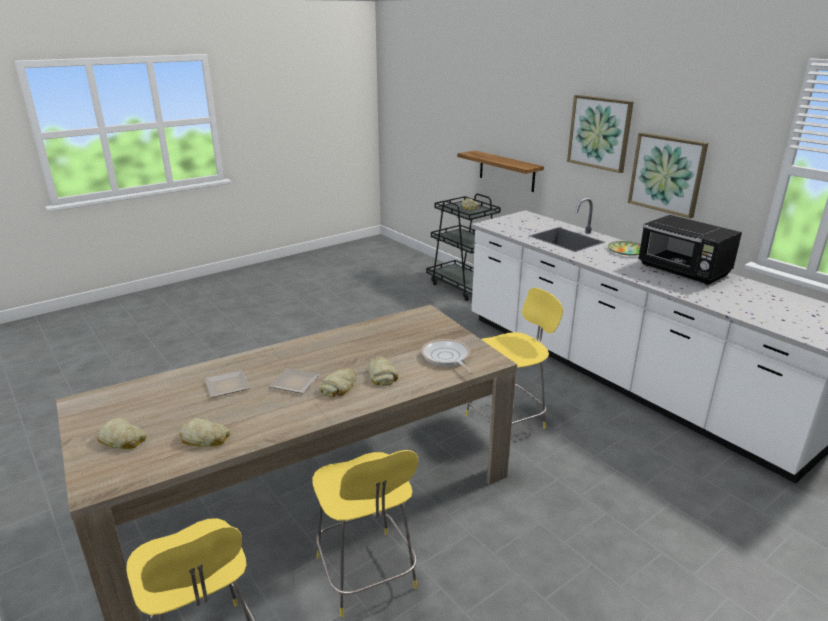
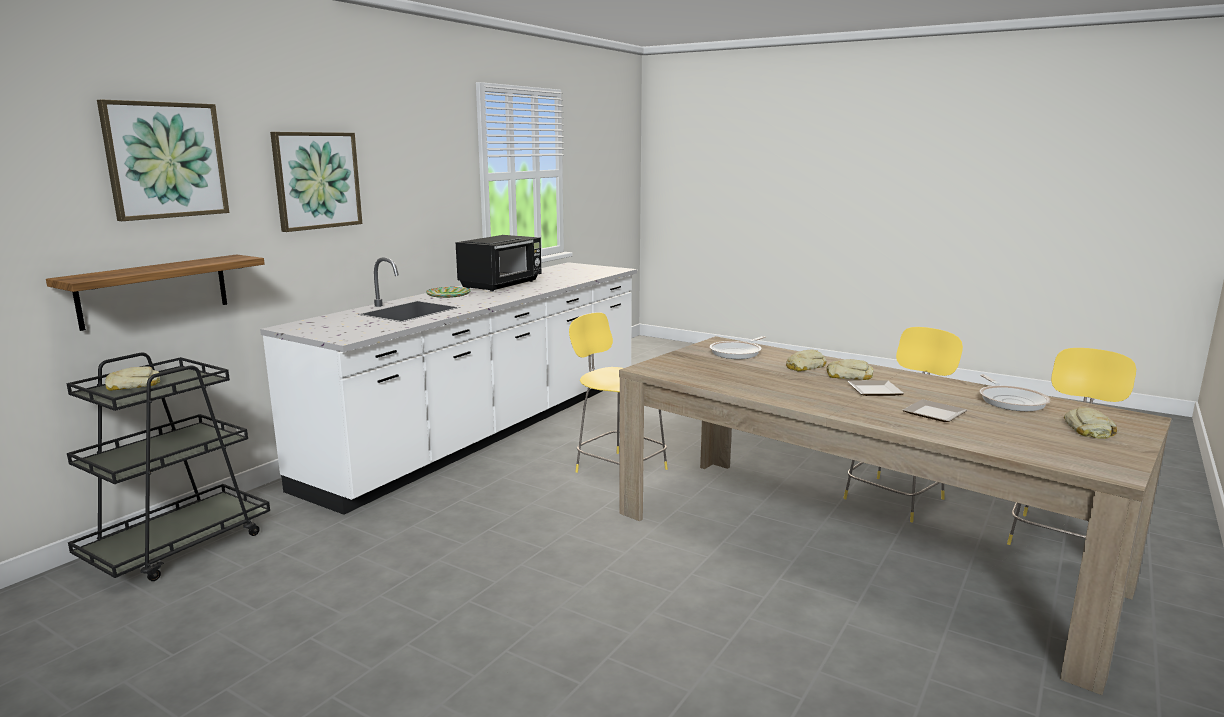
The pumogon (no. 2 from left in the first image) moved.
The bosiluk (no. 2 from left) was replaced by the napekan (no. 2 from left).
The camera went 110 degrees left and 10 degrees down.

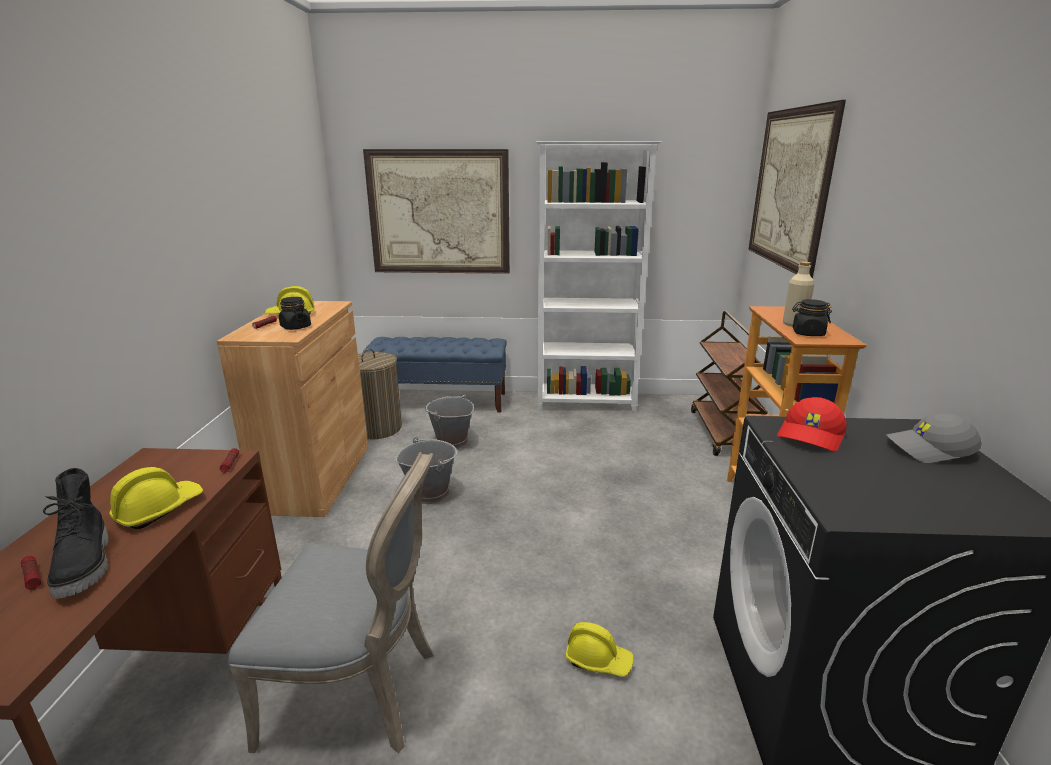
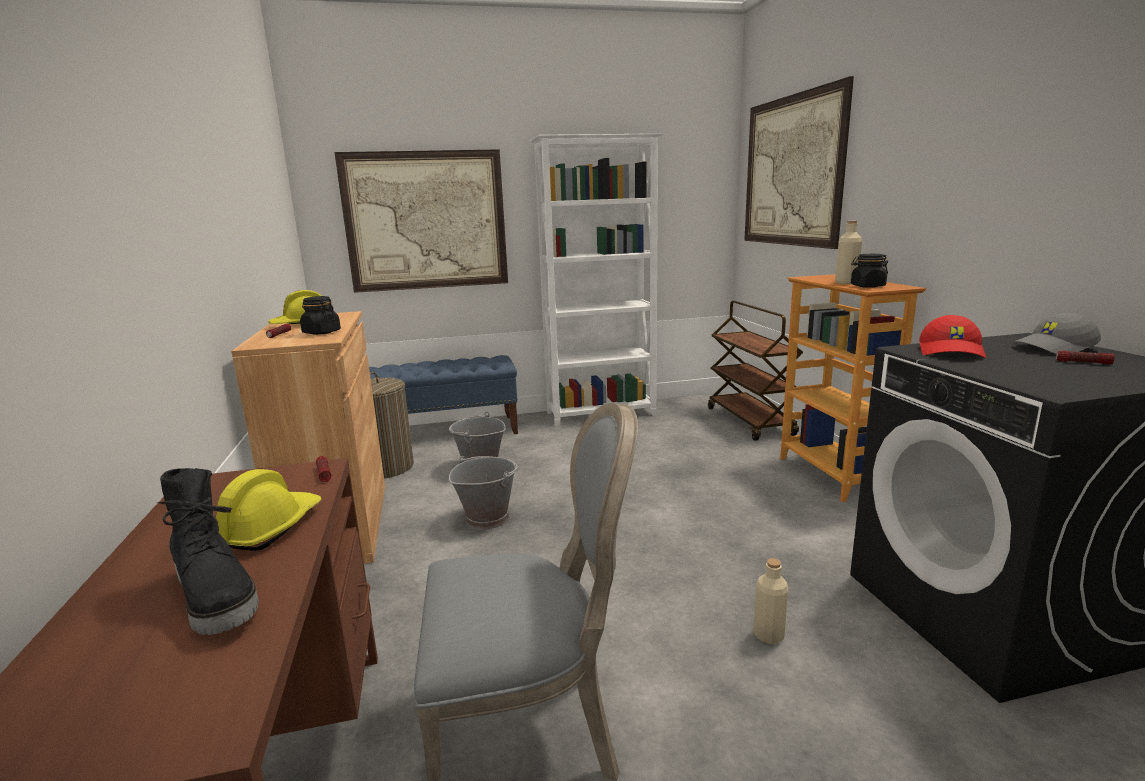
The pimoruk (no. 1 from left in the first image) moved.
The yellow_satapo (no. 3 from left) was replaced by the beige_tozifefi (no. 1 from left).
The camera went 15 degrees left and 5 degrees down.

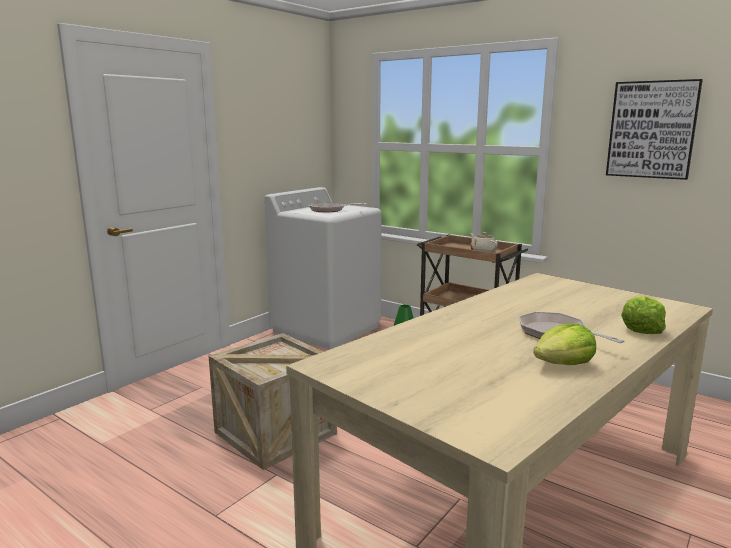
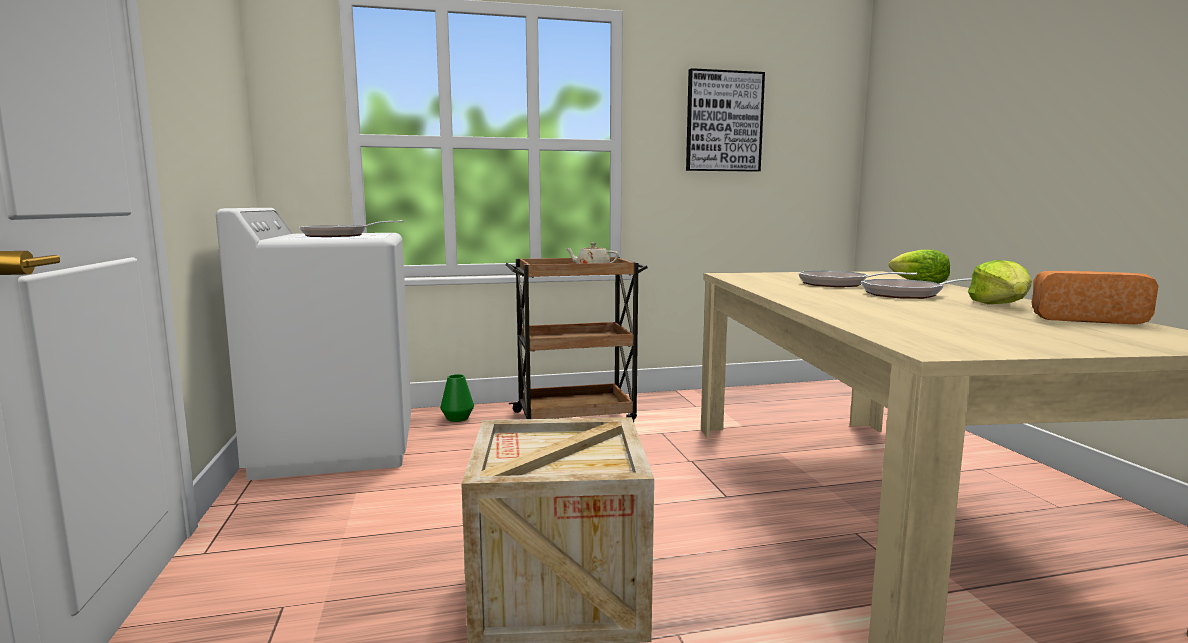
The napekan (no. 2 from left) appeared.
The bosiluk appeared.
The camera went 50 degrees left and 5 degrees down.

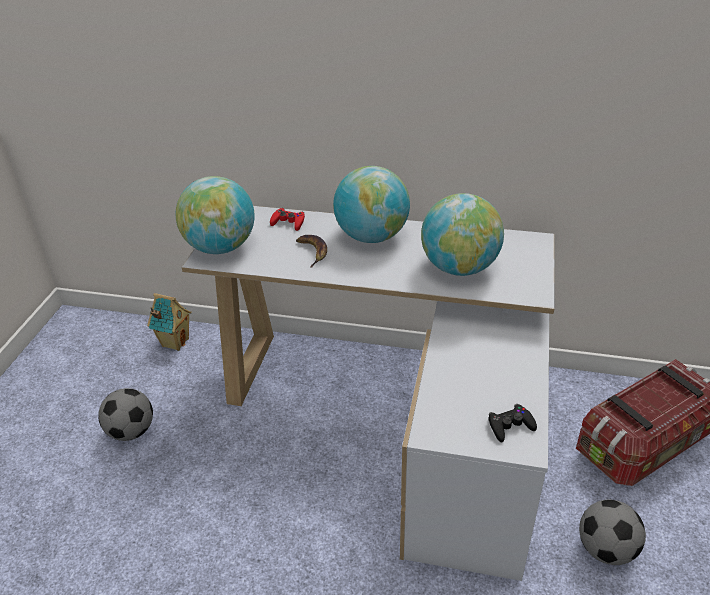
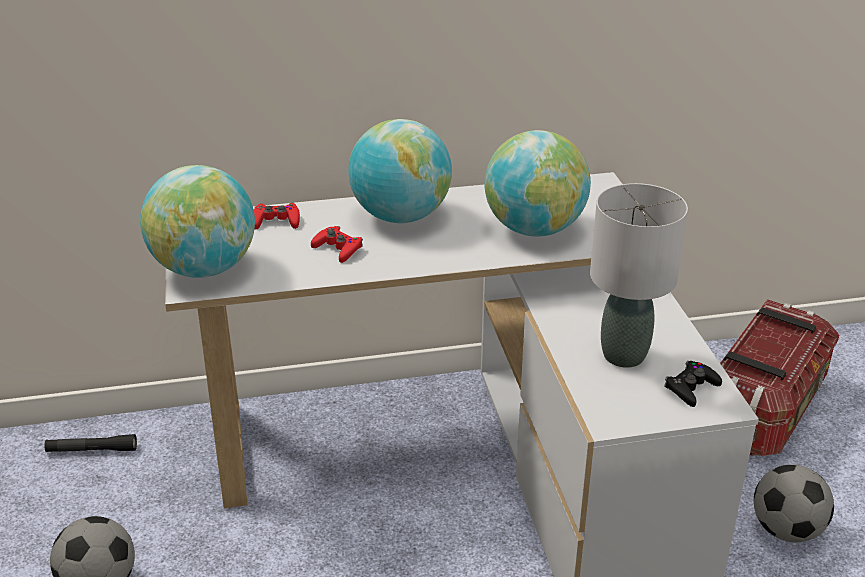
The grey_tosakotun appeared.
The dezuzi was replaced by the black_pimoruk.
The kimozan was replaced by the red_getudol (no. 2 from left).
The camera went 25 degrees left and 5 degrees down.

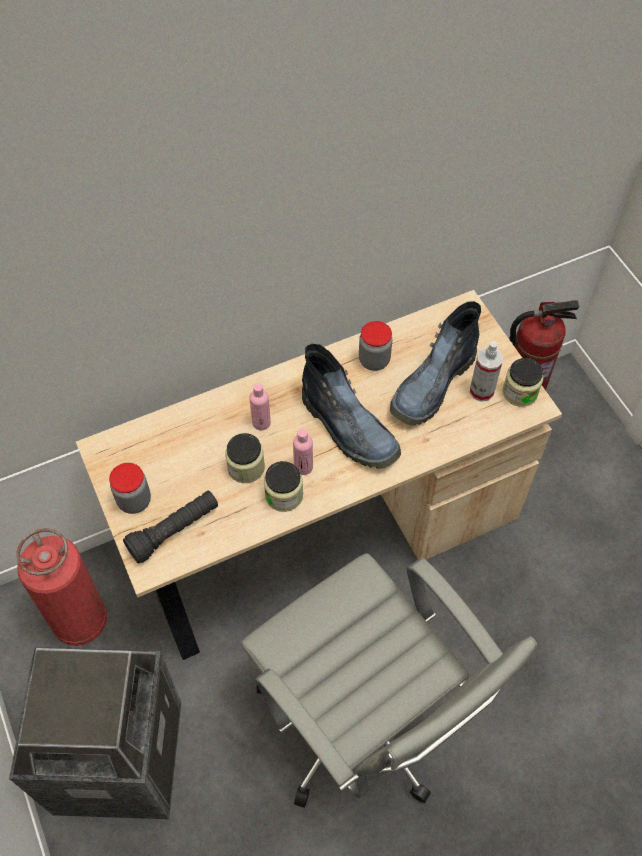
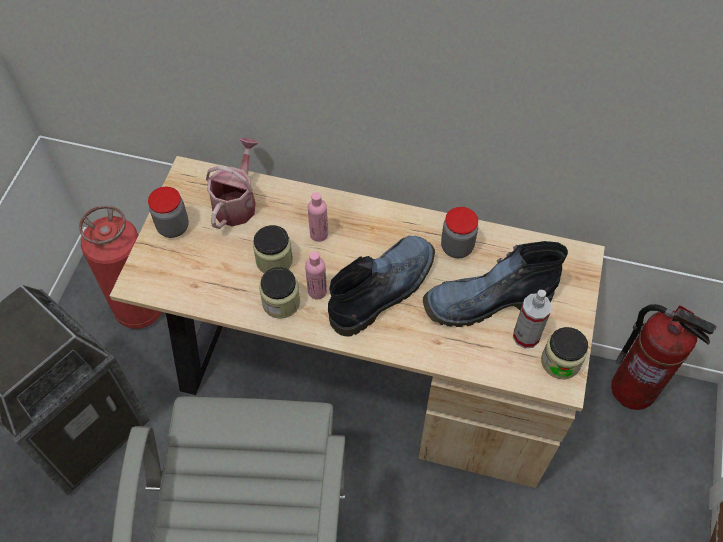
The black_pimoruk disappeared.
The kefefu appeared.
The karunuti (no. 1 from left) turned 135 degrees counterclockwise.
The camera went 40 degrees right and 0 degrees up.

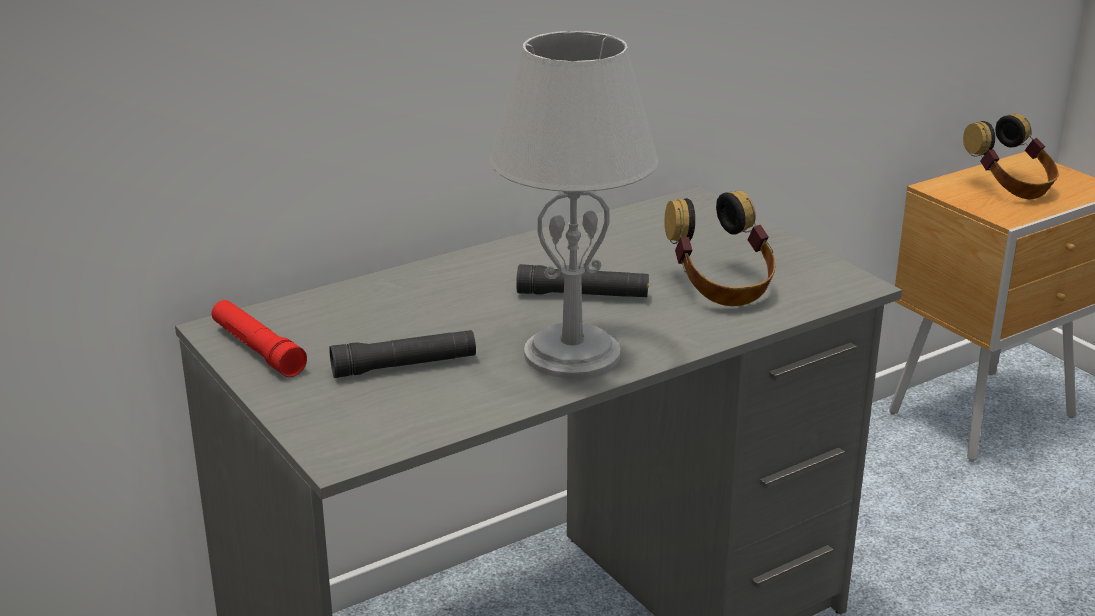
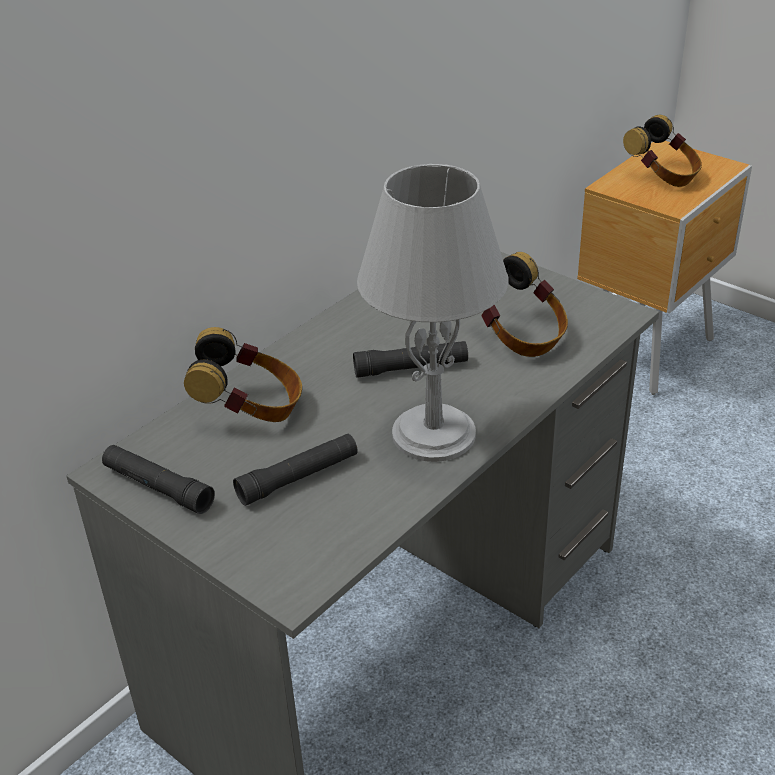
The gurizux (no. 1 from left) appeared.
The red_pimoruk became the black_pimoruk (no. 1 from left).
The camera went 15 degrees left and 10 degrees up.

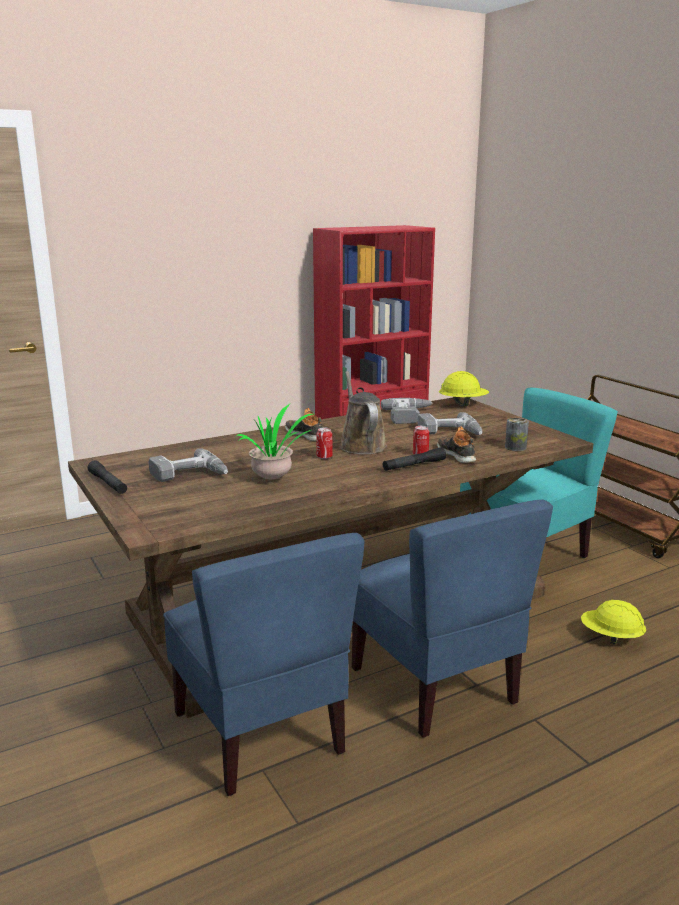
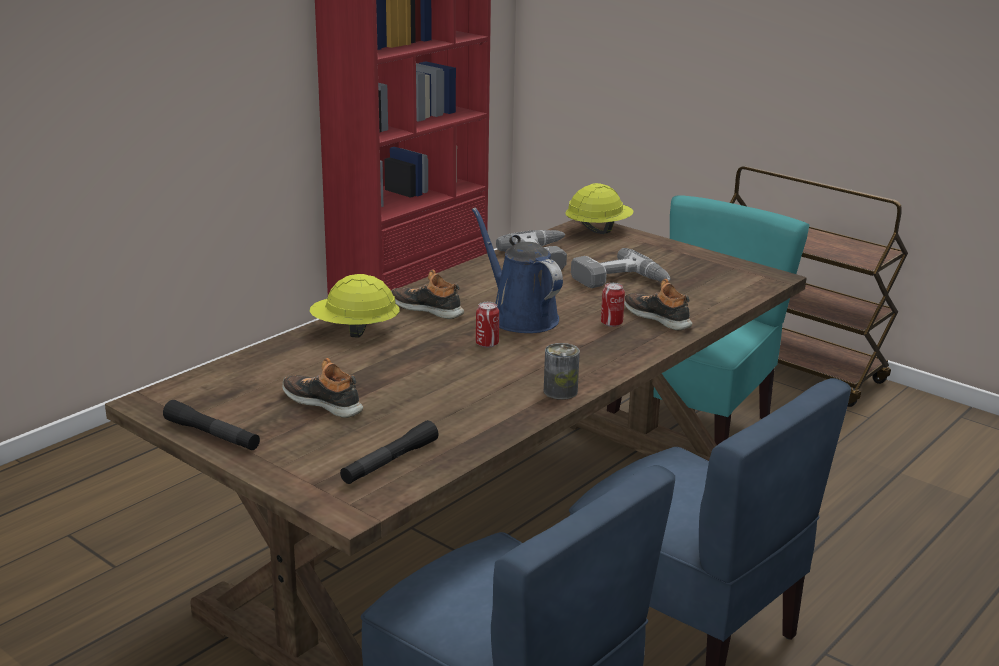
The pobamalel disappeared.
The black_pimoruk (no. 2 from left) moved.
The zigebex (no. 3 from left in the first image) moved.
The yellow_satapo (no. 2 from left in the first image) moved.
The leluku (no. 1 from left) was replaced by the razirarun (no. 1 from left).
The brown_kefefu became the blue_kefefu.
The camera went 20 degrees left and 5 degrees up.

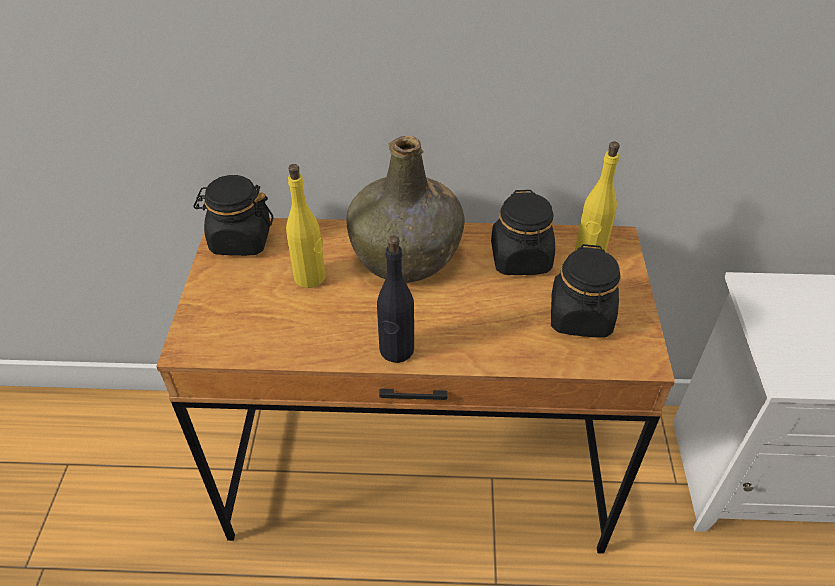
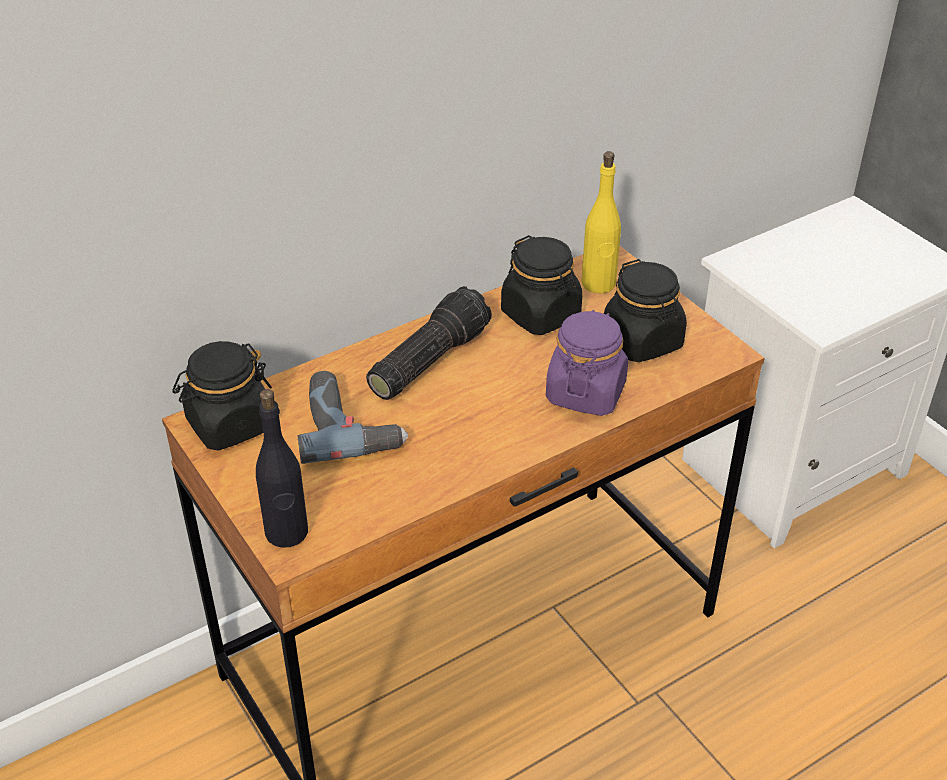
The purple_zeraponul appeared.
The black_tozifefi moved.
The yellow_tozifefi (no. 1 from left) was replaced by the leluku.
The green_tozifefi was replaced by the pimoruk.
The camera went 35 degrees left and 5 degrees down.

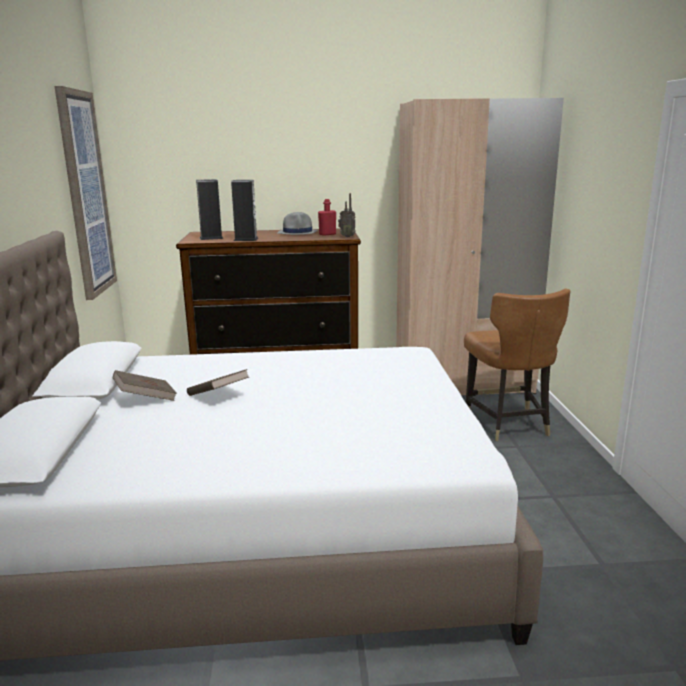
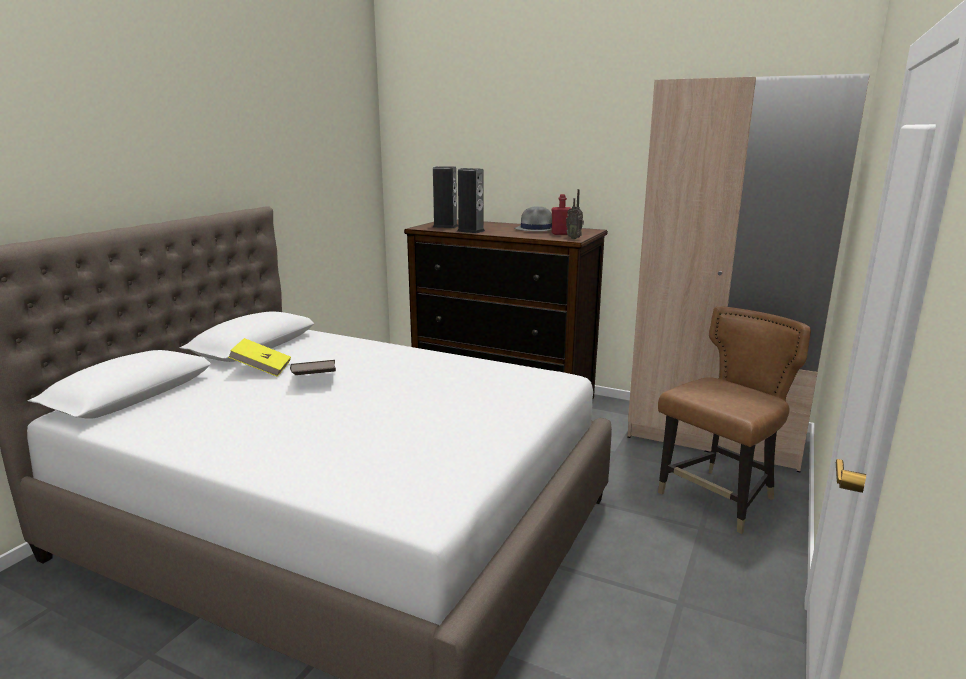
The pumogon disappeared.
The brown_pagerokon (no. 1 from left) became the yellow_pagerokon.
The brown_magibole turned 150 degrees counterclockwise.
The camera went 30 degrees right and 0 degrees up.

